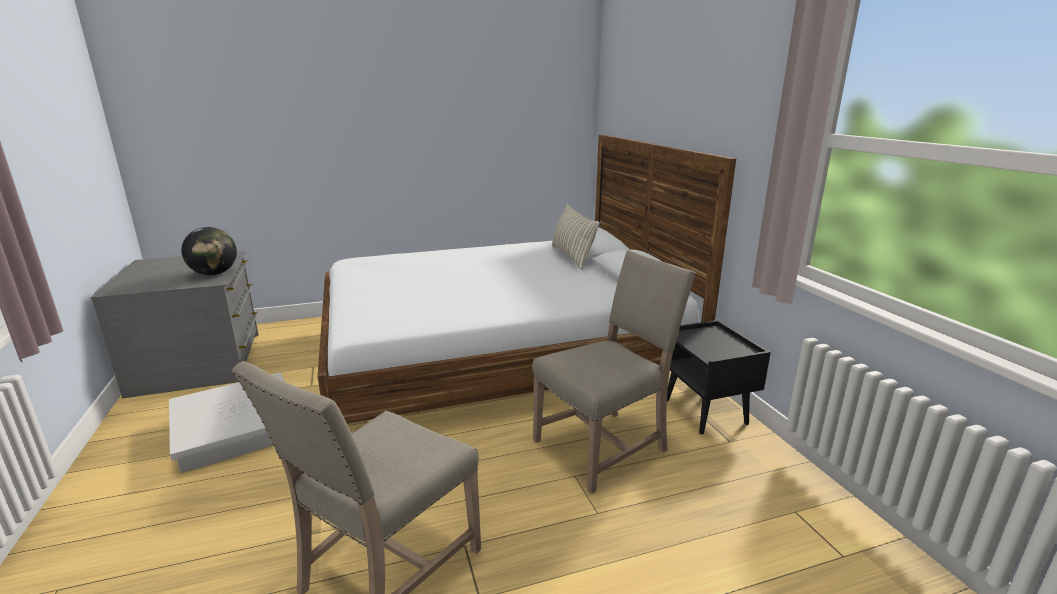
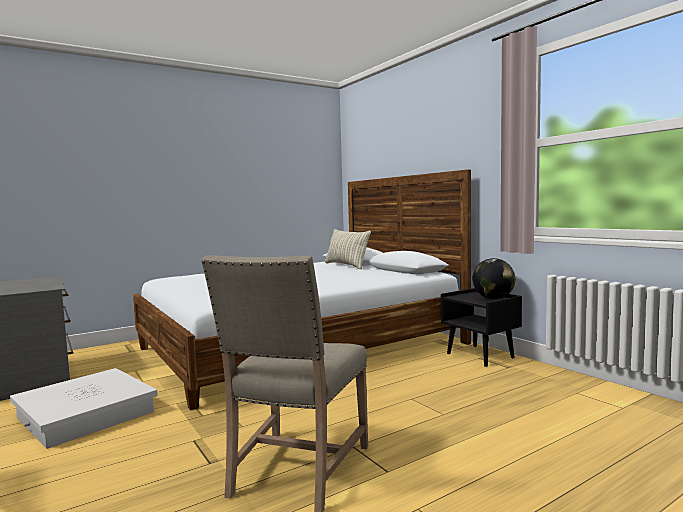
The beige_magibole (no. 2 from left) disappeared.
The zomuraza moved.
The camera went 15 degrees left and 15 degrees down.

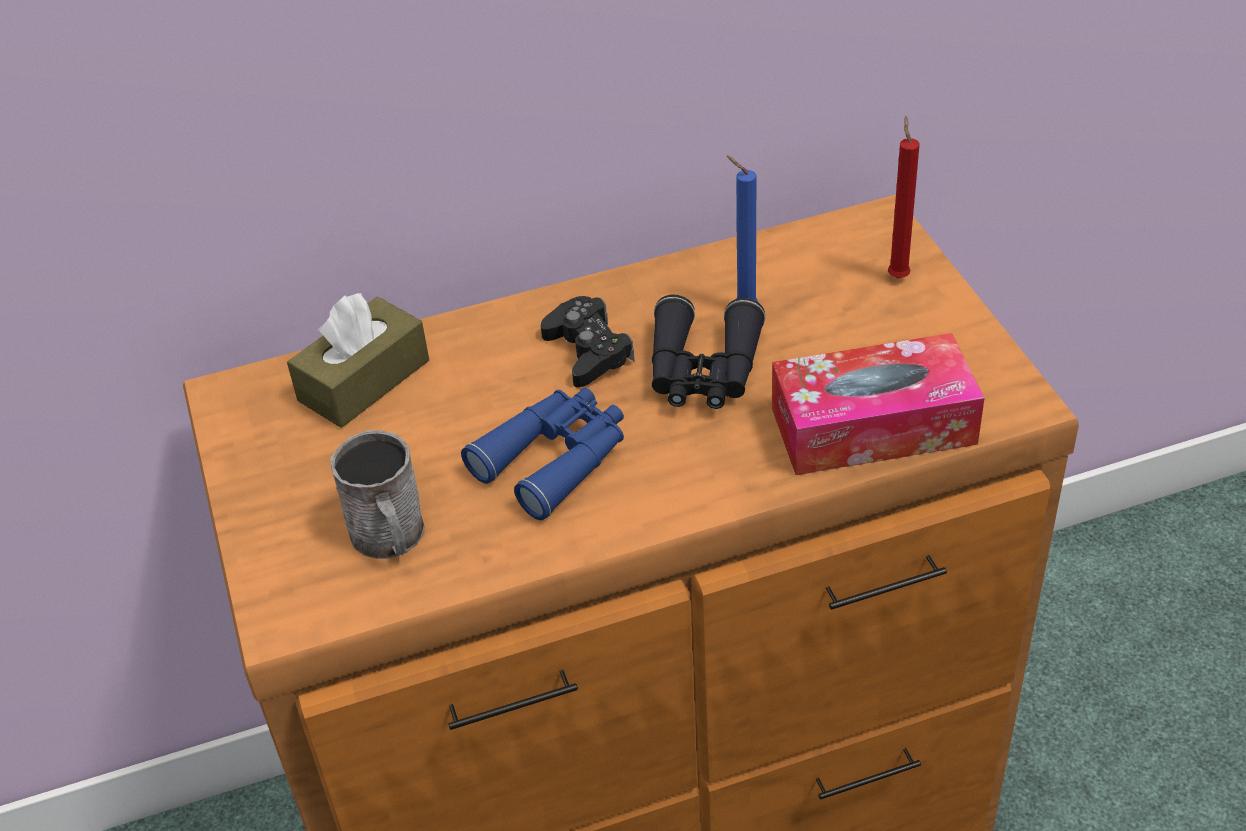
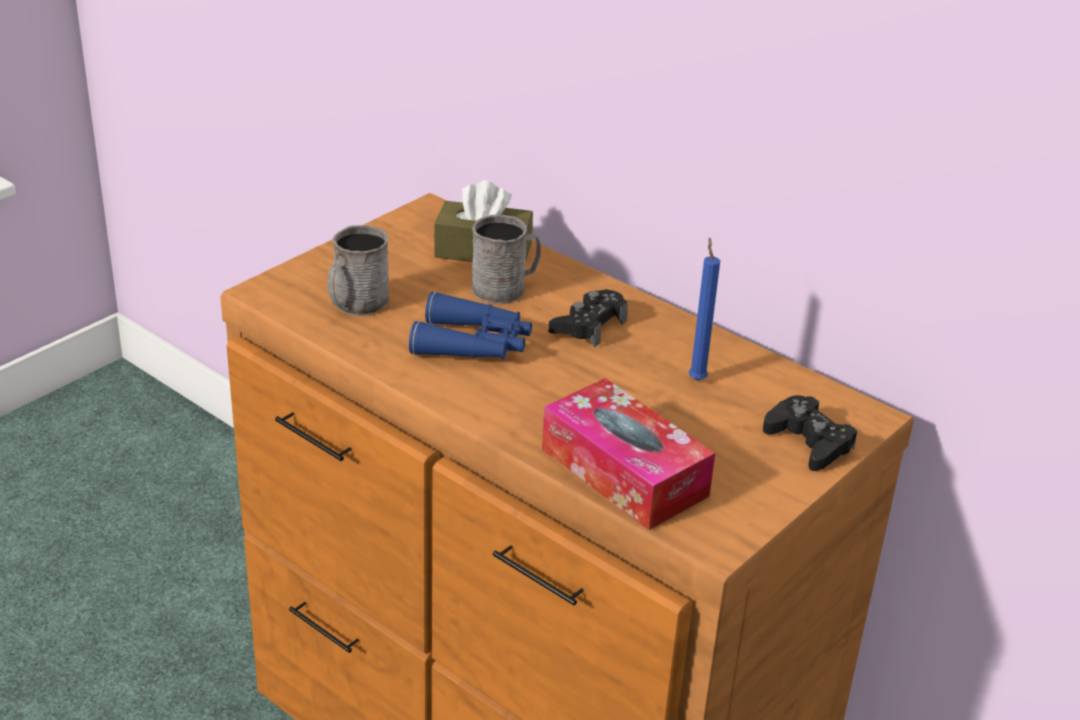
The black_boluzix disappeared.
The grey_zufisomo (no. 2 from left) appeared.
The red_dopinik was replaced by the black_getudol (no. 2 from left).
The camera went 55 degrees right and 10 degrees down.

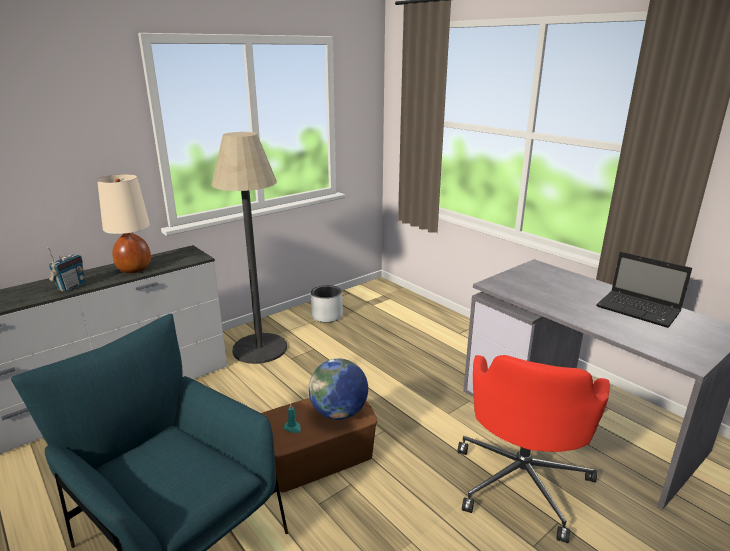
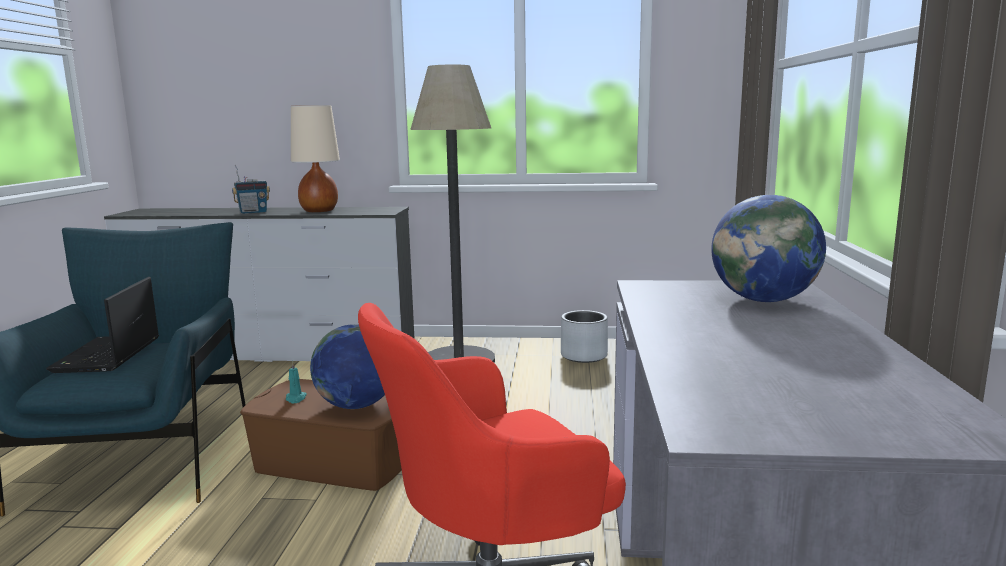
The zomuraza (no. 2 from left) appeared.
The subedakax moved.
The camera went 45 degrees right and 10 degrees down.

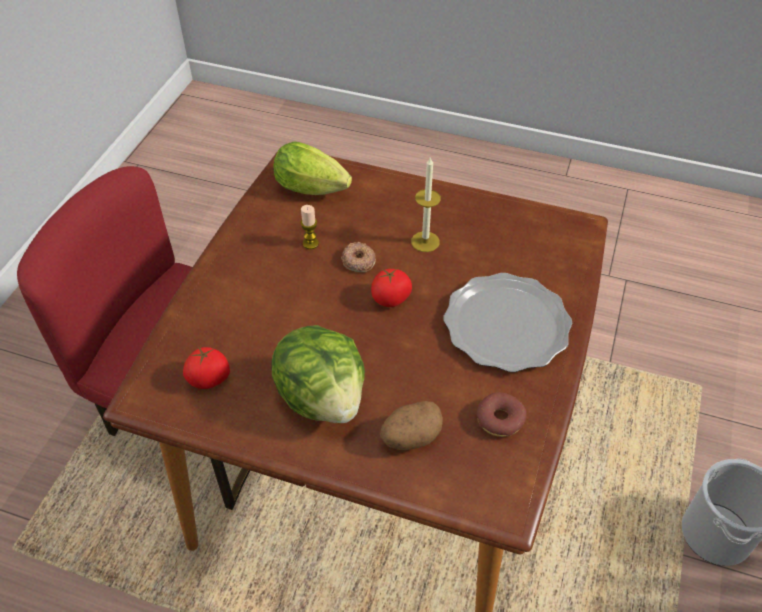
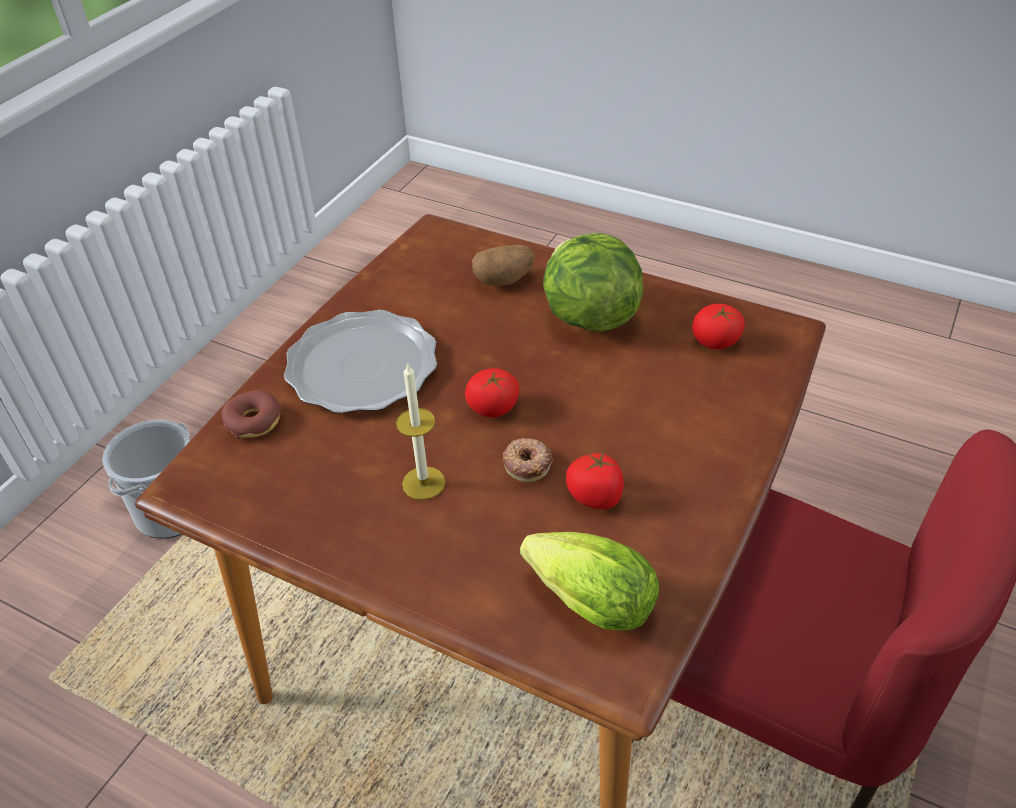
The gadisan (no. 2 from left in the first image) moved.
The dopinik (no. 1 from left) was replaced by the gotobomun (no. 2 from left).
The camera went 170 degrees left and 5 degrees down.

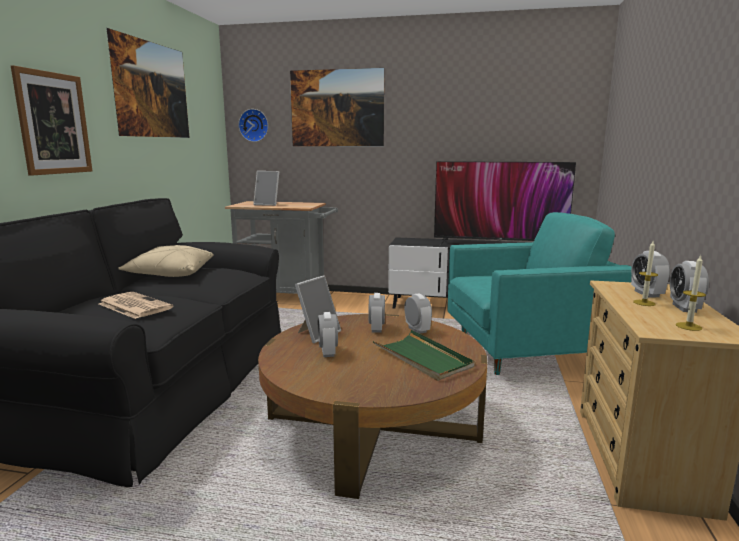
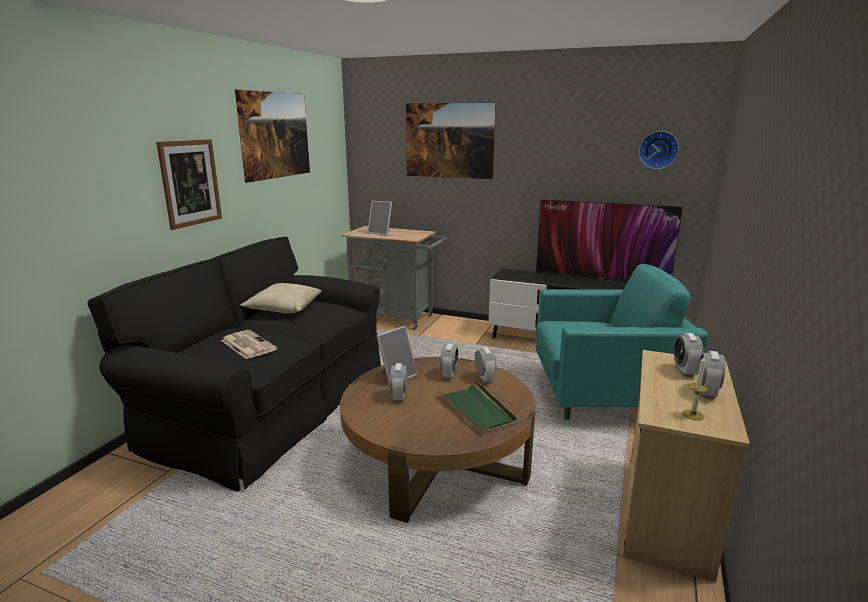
The dopinik (no. 1 from left) disappeared.
The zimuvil moved.
The camera went 10 degrees right and 5 degrees up.

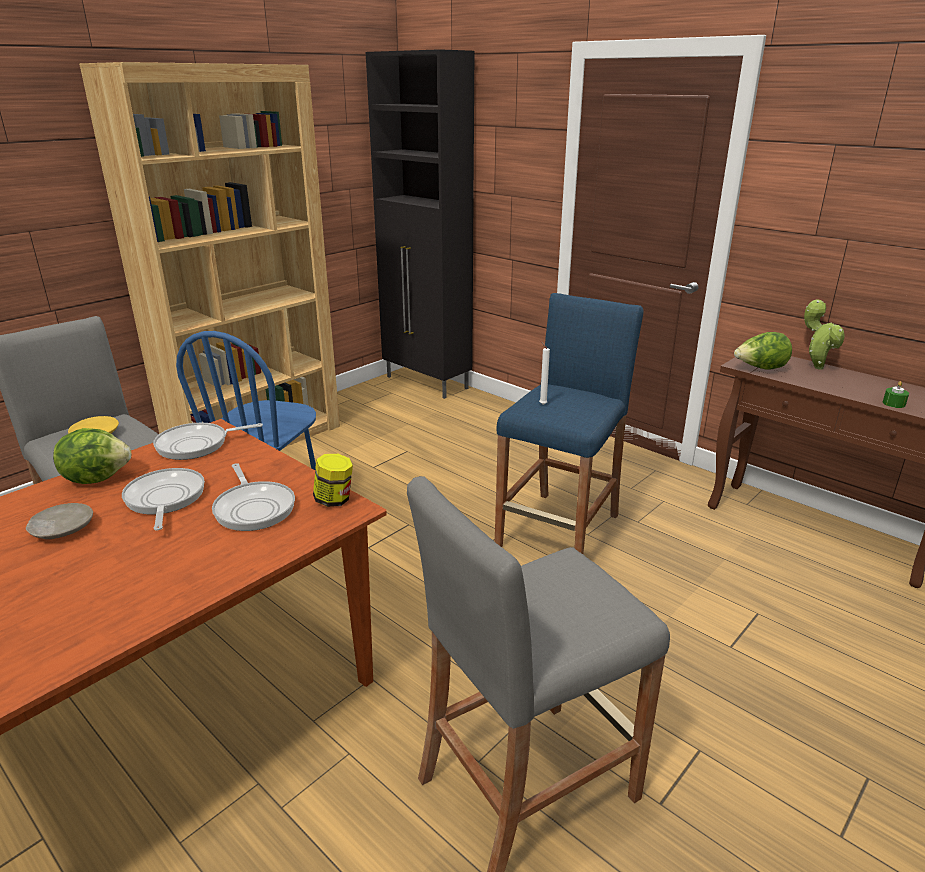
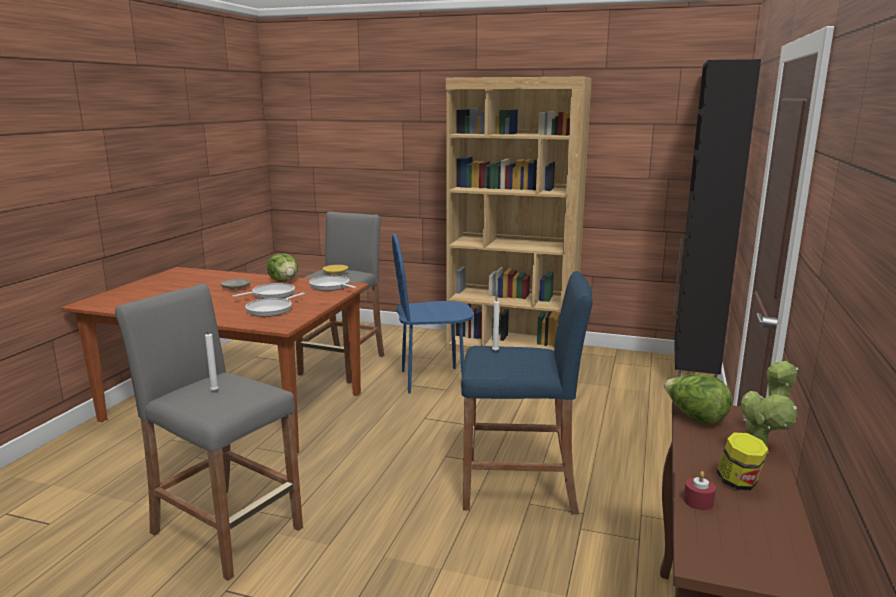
The white_dopinik (no. 1 from left) appeared.
The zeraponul moved.
The green_dopinik became the red_dopinik.
The camera went 65 degrees right and 10 degrees down.

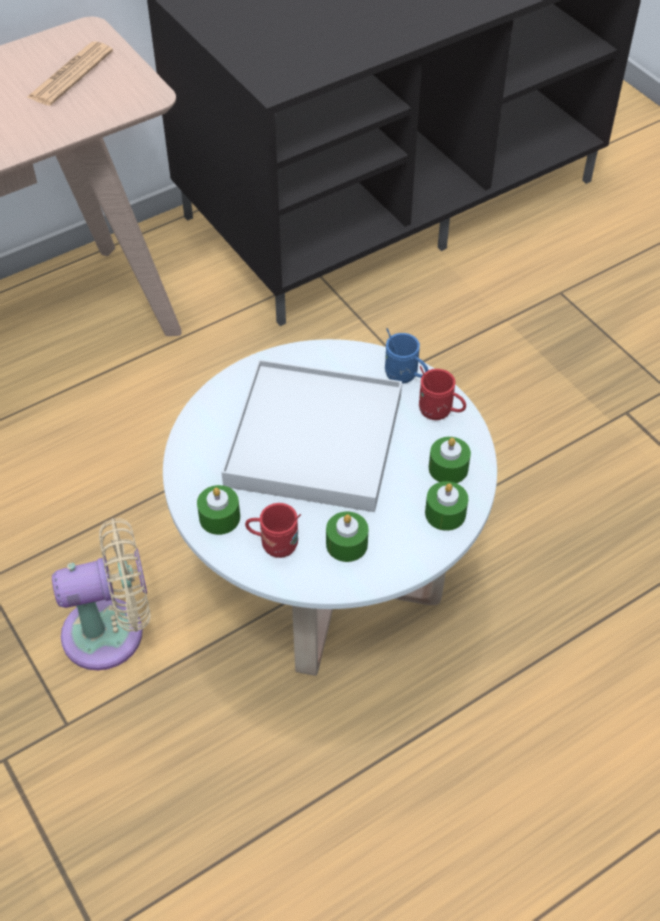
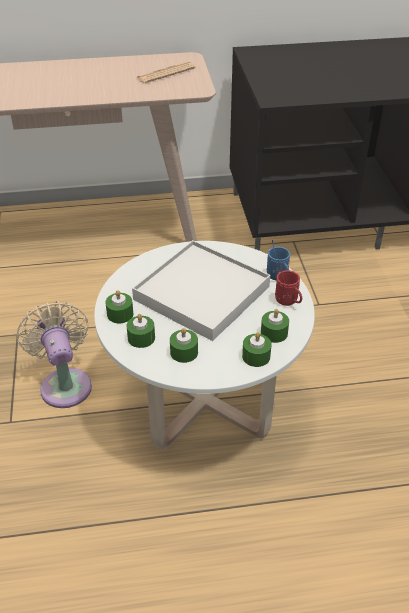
The red_zufisomo (no. 1 from left) was replaced by the green_dopinik (no. 2 from left).
The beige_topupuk turned 120 degrees counterclockwise.
The camera went 25 degrees right and 10 degrees down.

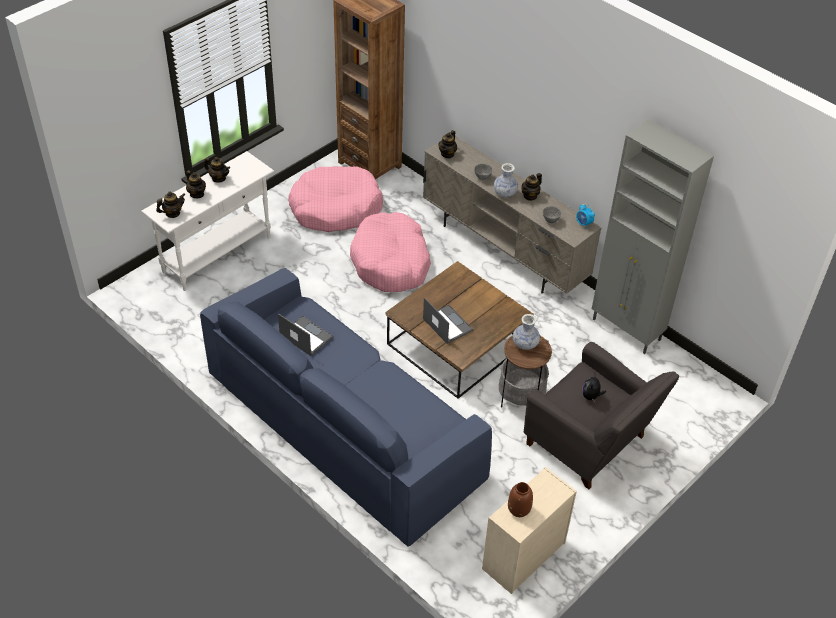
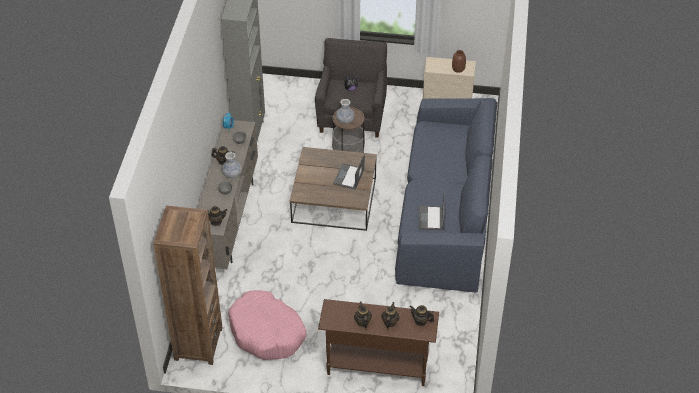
The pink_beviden (no. 2 from left) disappeared.
The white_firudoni became the brown_firudoni.
The camera went 125 degrees left and 0 degrees up.

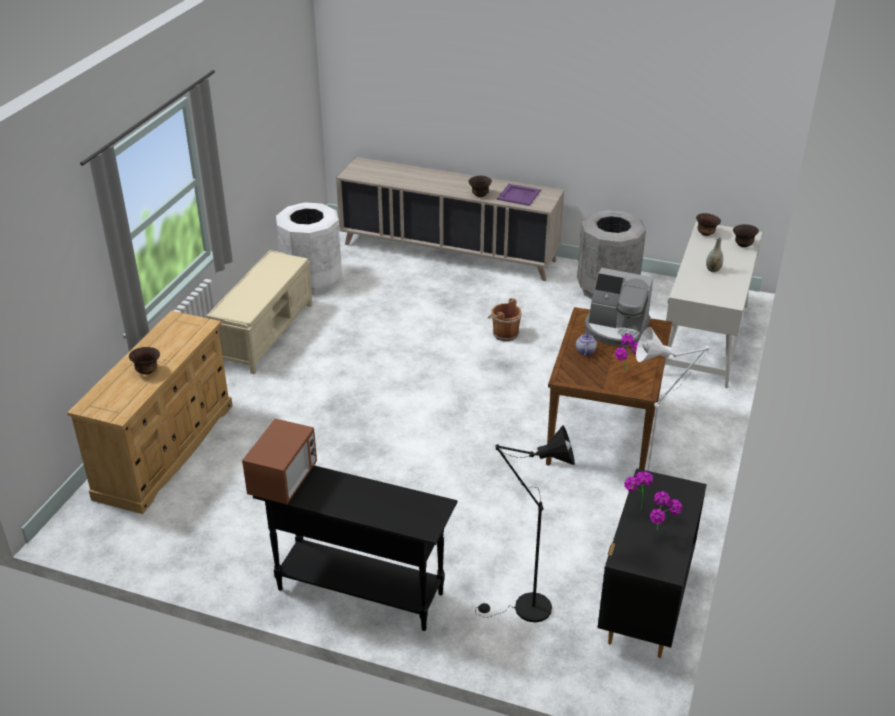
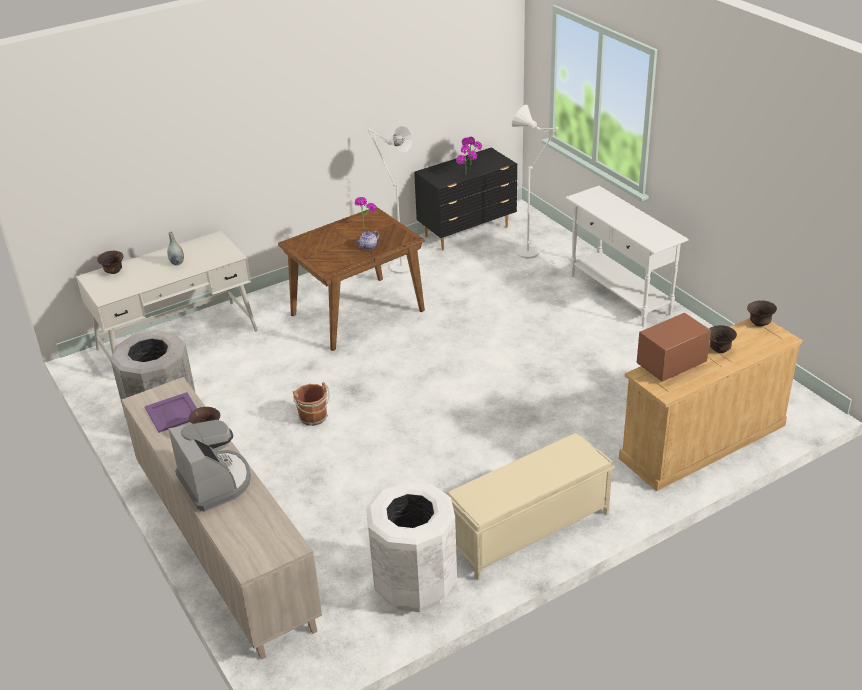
The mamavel moved.
The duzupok moved.
The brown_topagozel (no. 3 from left in the first image) moved.
The black_firudoni became the white_firudoni.
The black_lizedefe became the white_lizedefe (no. 2 from left).
The camera went 140 degrees left and 0 degrees up.

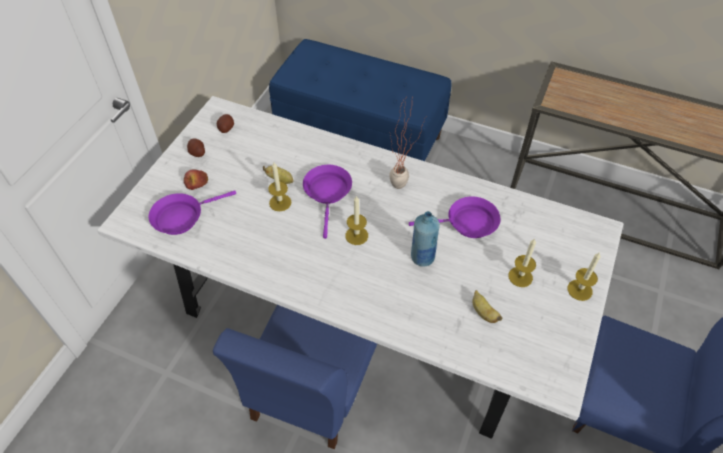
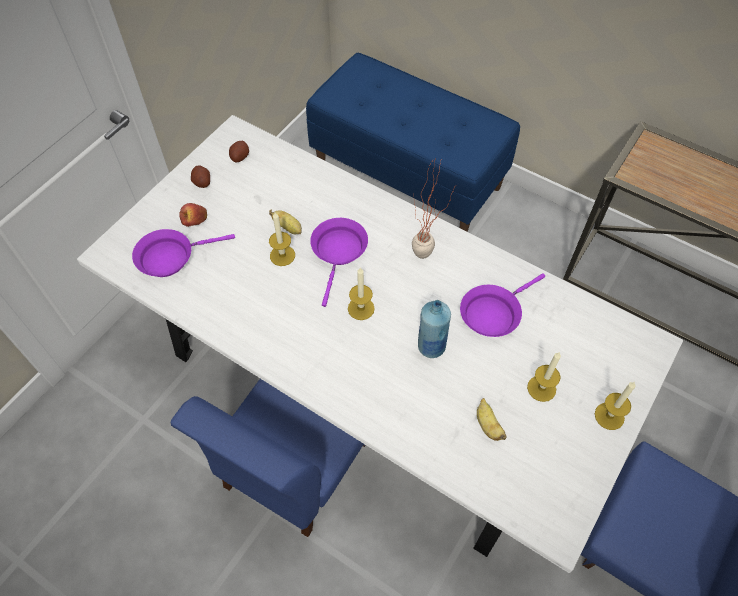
The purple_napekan (no. 3 from left) turned 135 degrees clockwise.
The camera went 10 degrees right and 5 degrees up.

